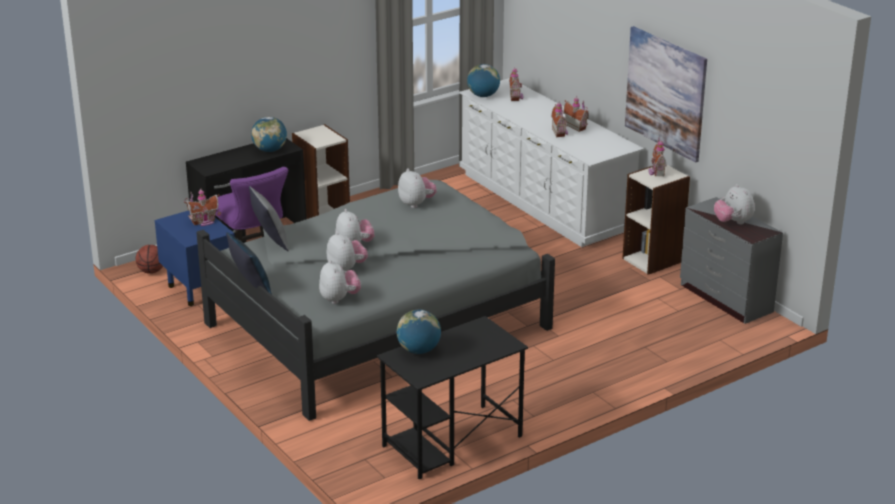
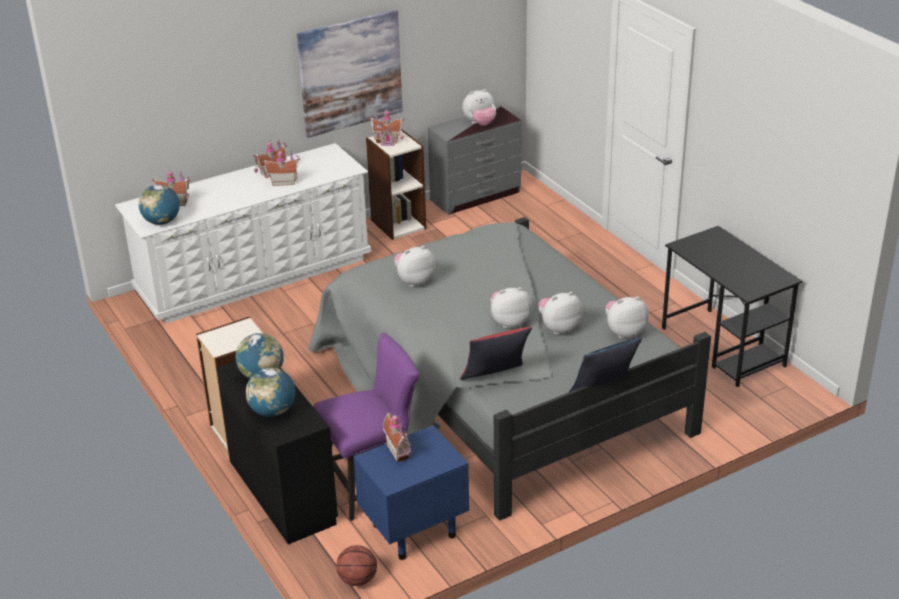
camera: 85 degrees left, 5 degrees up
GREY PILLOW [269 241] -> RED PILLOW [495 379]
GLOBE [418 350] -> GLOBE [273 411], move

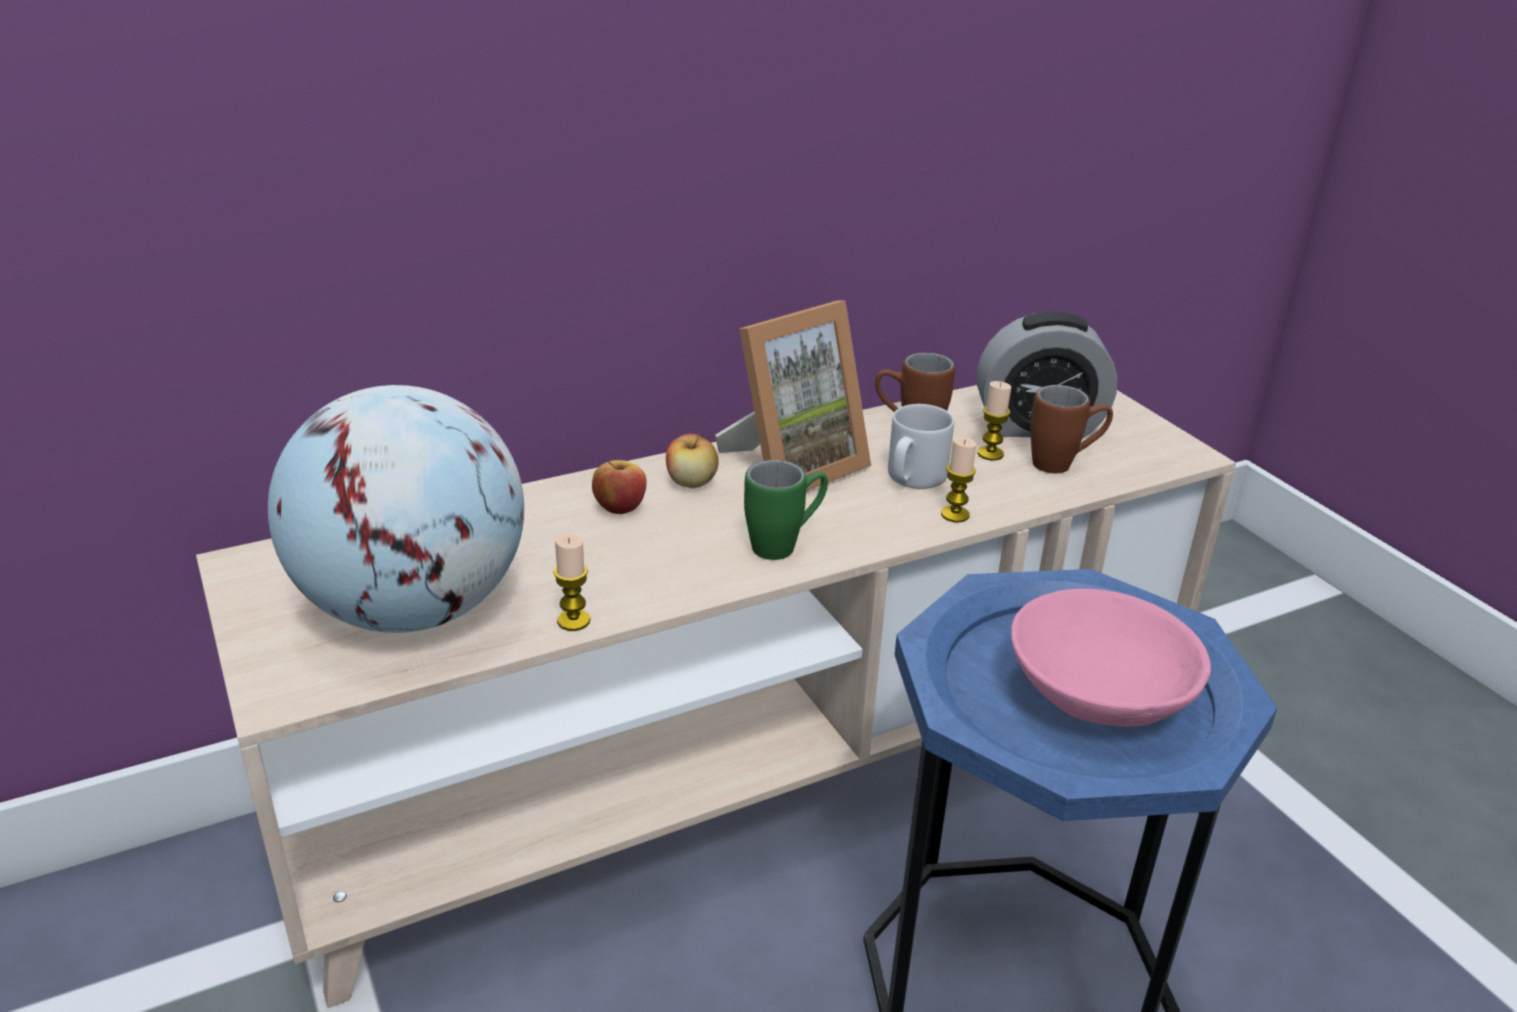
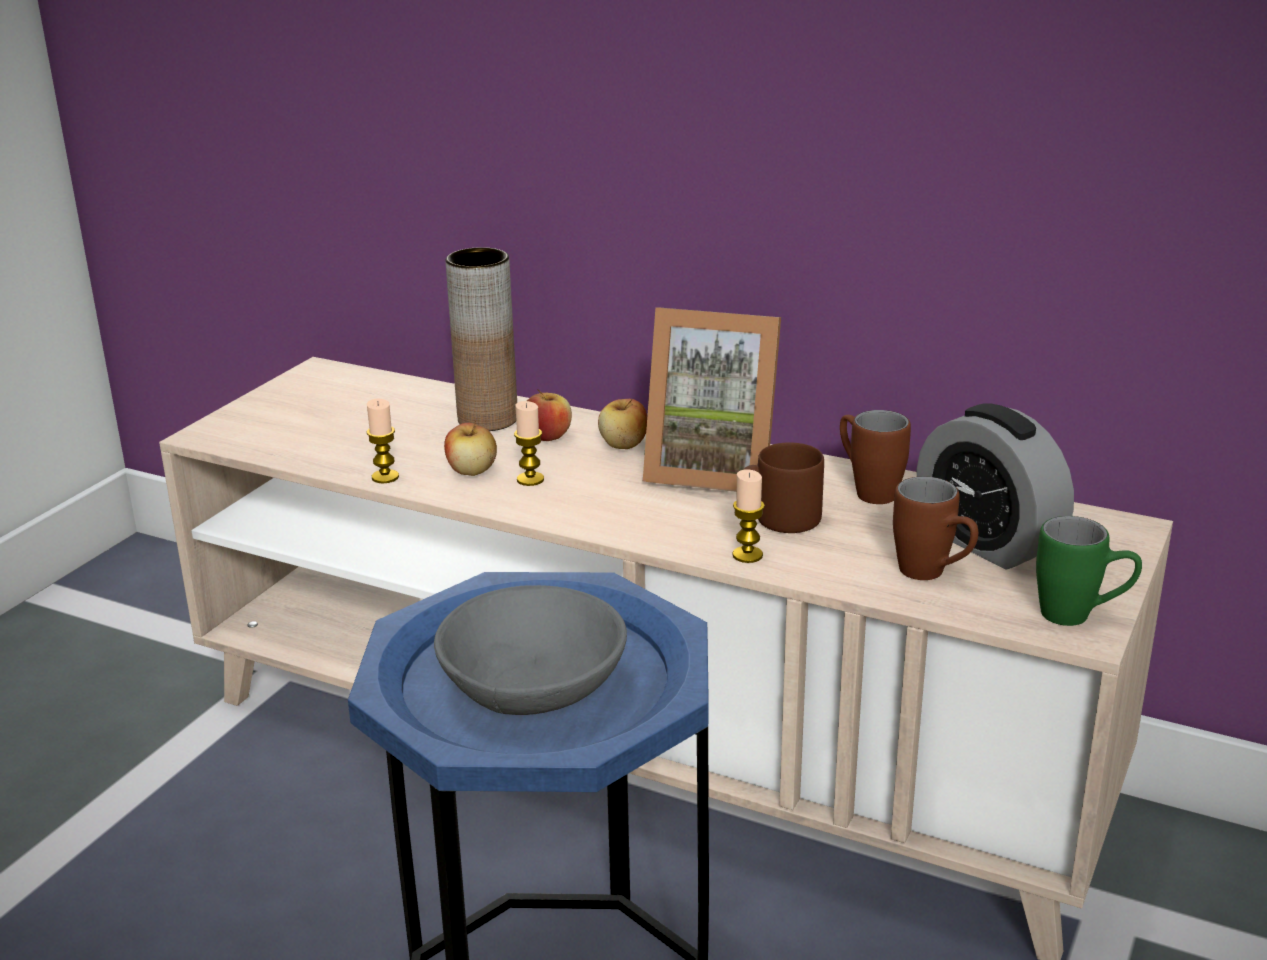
camera: 55 degrees right, 5 degrees down
CANDLE [990 454] -> CANDLE [530 479], move
GLOBE [414 609] -> none
GREY MUG [913 478] -> BROWN MUG [779 519]
GREEN MUG [785 544] -> GREEN MUG [1081 617], move
PINK BOWL [1097 697] -> GREY BOWL [532 691]
none -> BROWN VASE [487 419]
none -> APPLE [472 471]

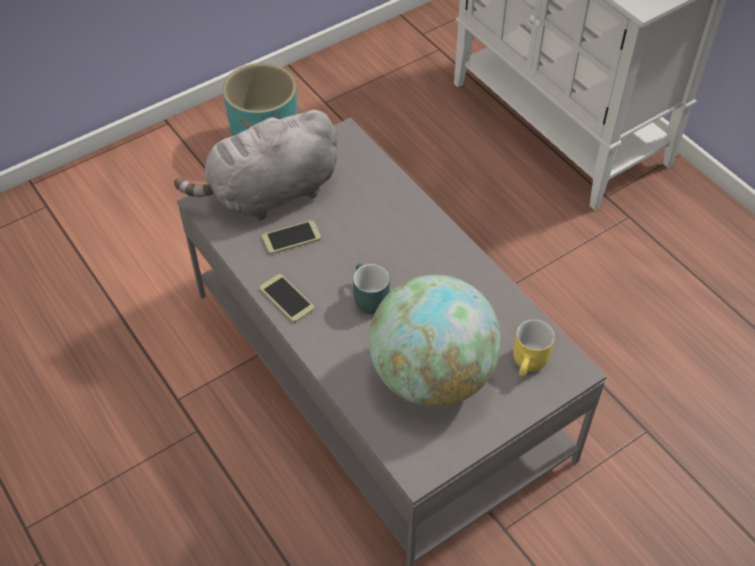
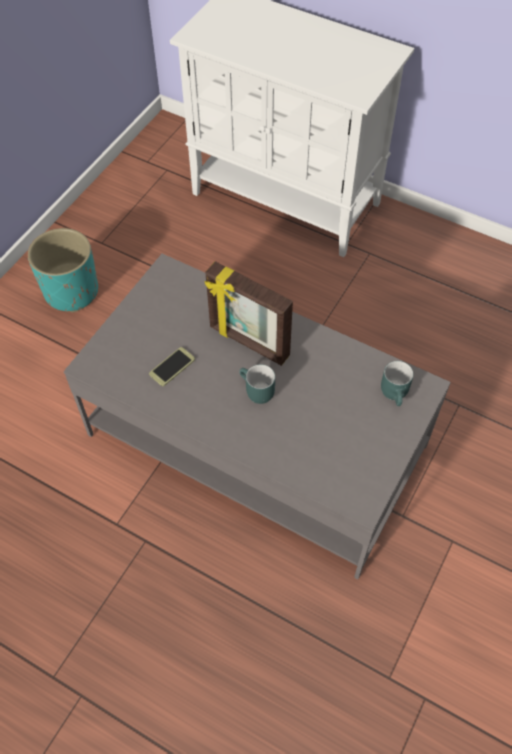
camera: 25 degrees left, 5 degrees up
GREY PLUSH TOY [269 194] -> none
PHONE [286 298] -> none
GLOBE [432 376] -> none
YELLOW MUG [531 364] -> TURQUOISE MUG [396 394]
none -> PICTURE FRAME [248 342]

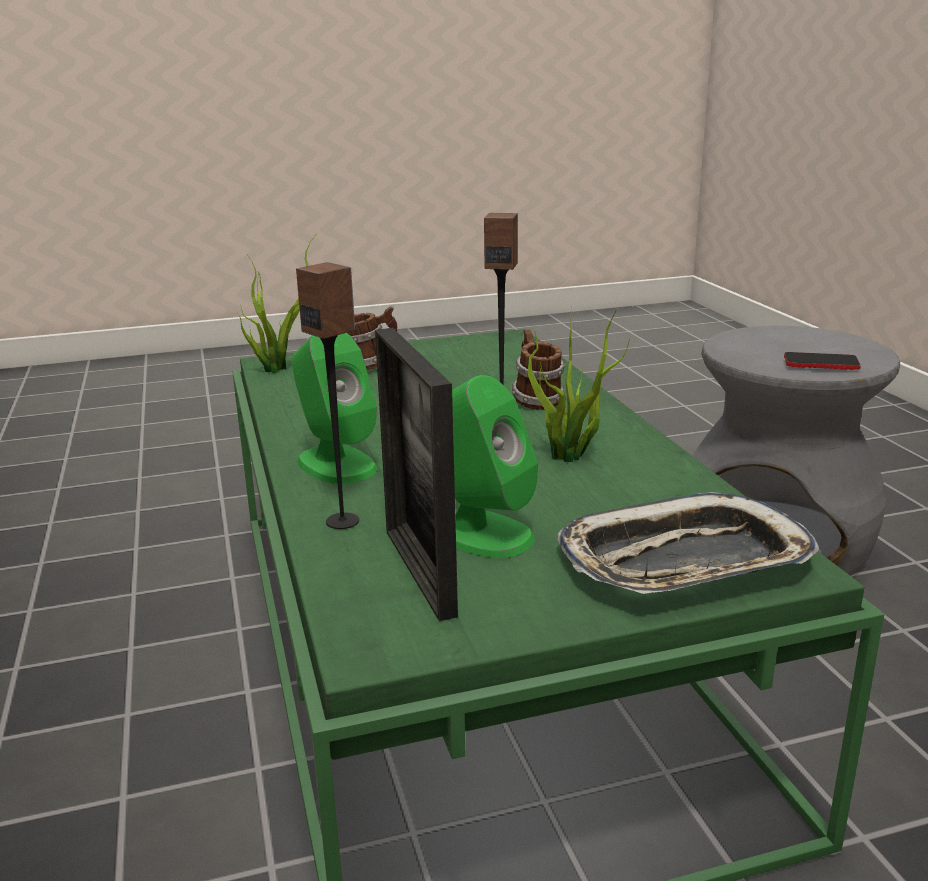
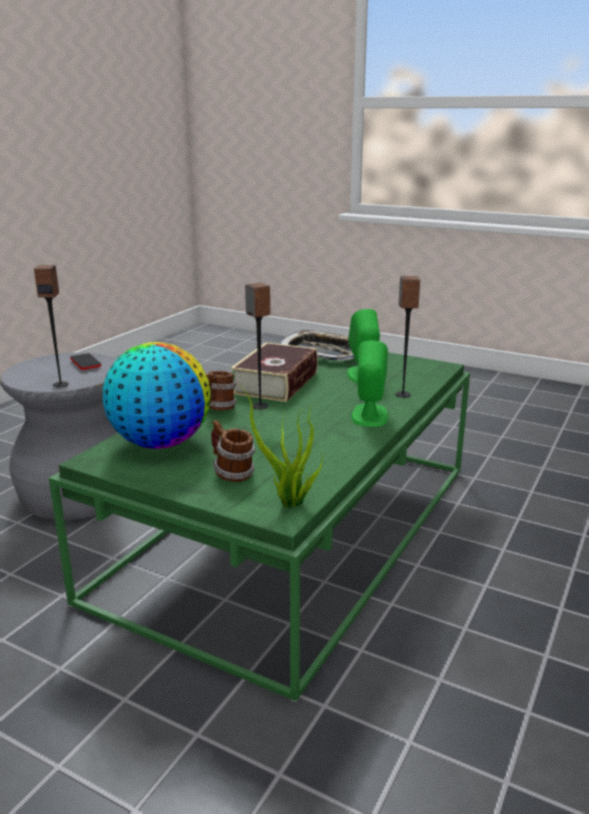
camera: 135 degrees left, 0 degrees up
POTTED PLANT [571 457] -> BOOK [276 383]
PICTURE FRAME [419 571] -> none
none -> SPEAKER [61 384]
none -> GLOBE [160 443]

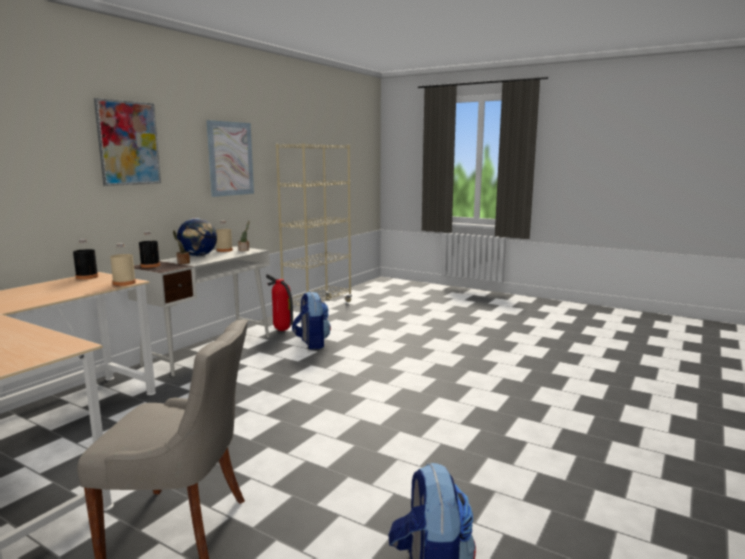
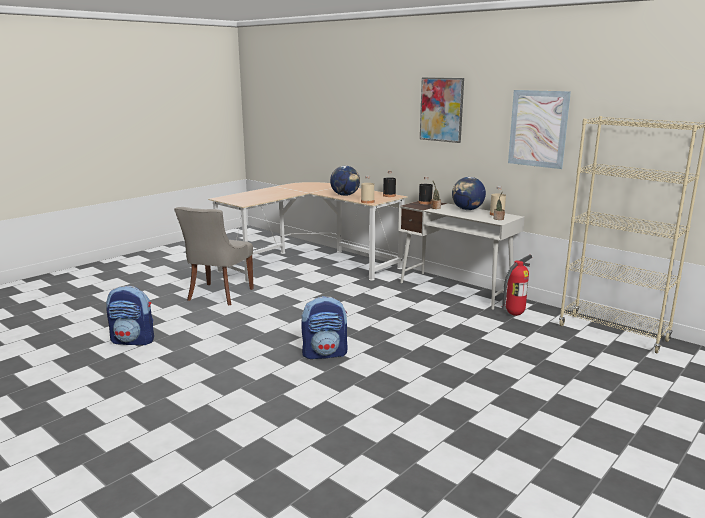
camera: 100 degrees right, 5 degrees up
BACKPACK [312 343] -> BACKPACK [325 353], move
none -> GLOBE [345 195]

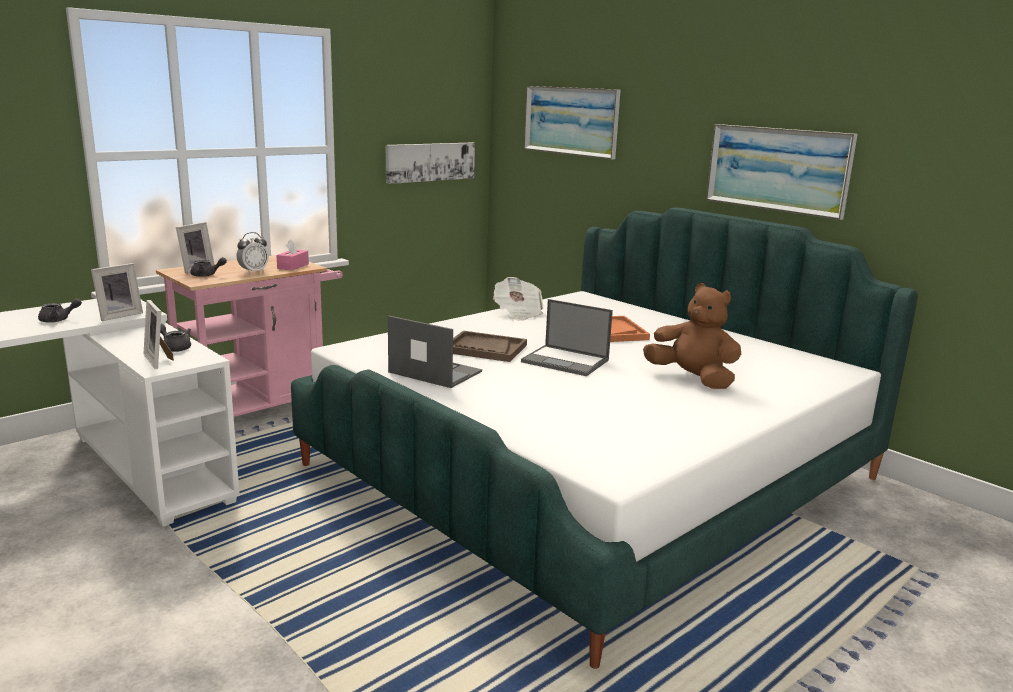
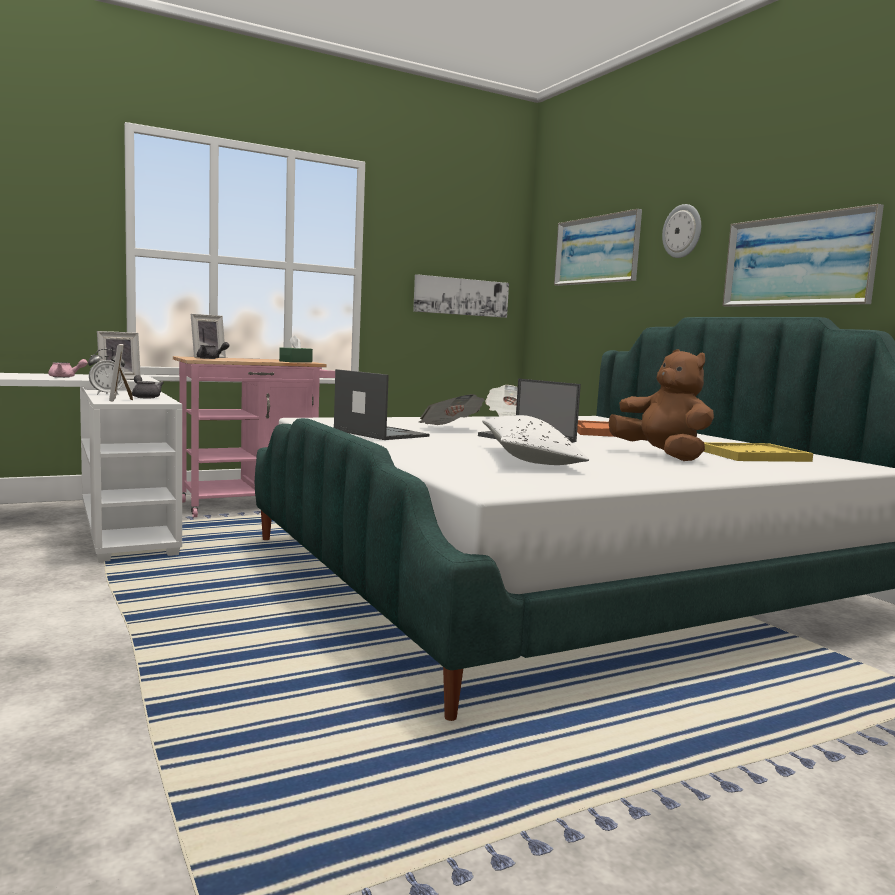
camera: 15 degrees right, 10 degrees down
ALARM CLOCK [253 271] -> ALARM CLOCK [107 394], move
PINK TISSUE BOX [293 266] -> GREEN TISSUE BOX [296 361]
GREY TEAPOT [58 320] -> PINK TEAPOT [65 377]
BROWN TRAY [485 349] -> NEWSPAPER [450 429]
none -> WALL CLOCK [682 231]
none -> WHITE PILLOW [529 458]
none -> YELLOW TRAY [753 455]

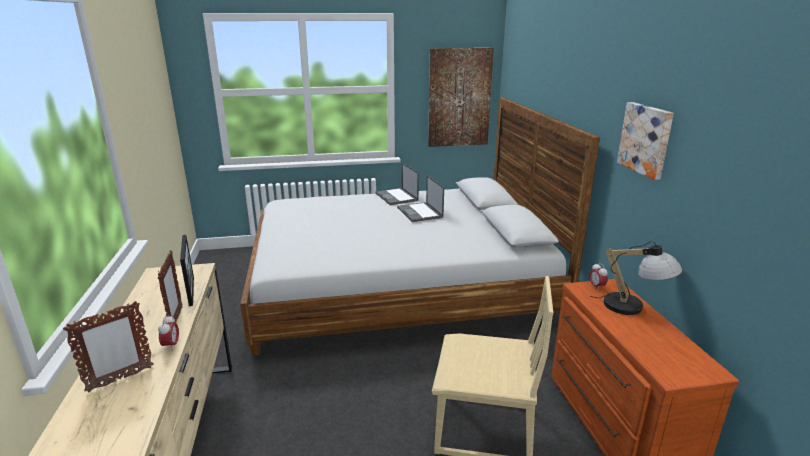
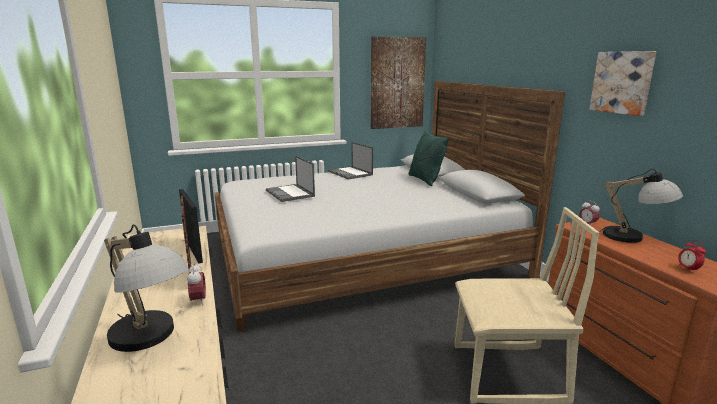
camera: 10 degrees left, 5 degrees down
LAPTOP [420 212] -> LAPTOP [290 193], move
PICTURE FRAME [120 379] -> TABLE LAMP [151 339]
none -> GREEN PILLOW [425 180]
none -> ALARM CLOCK [688 269]

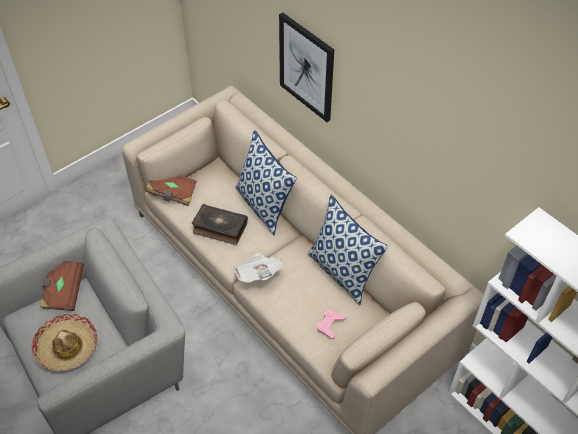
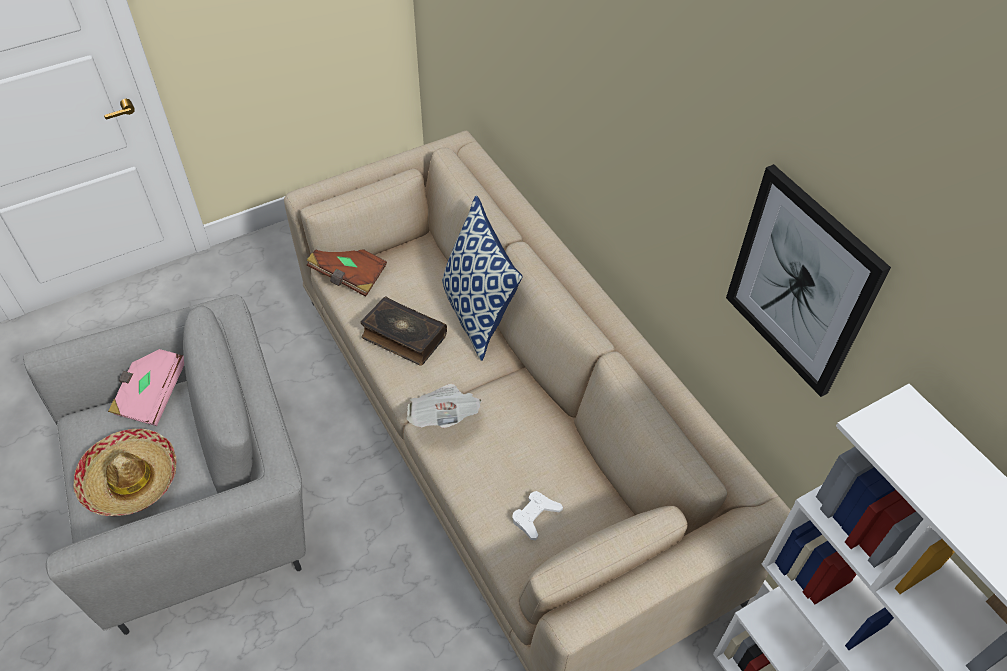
camera: 10 degrees right, 0 degrees up
PICTURE [307 67] -> PICTURE [801 282], move
PILLOW [343 272] -> none
BROWN BOOK [64 291] -> PINK BOOK [152 394]
PINK GAME CONTROLLER [330 325] -> WHITE GAME CONTROLLER [535 516]

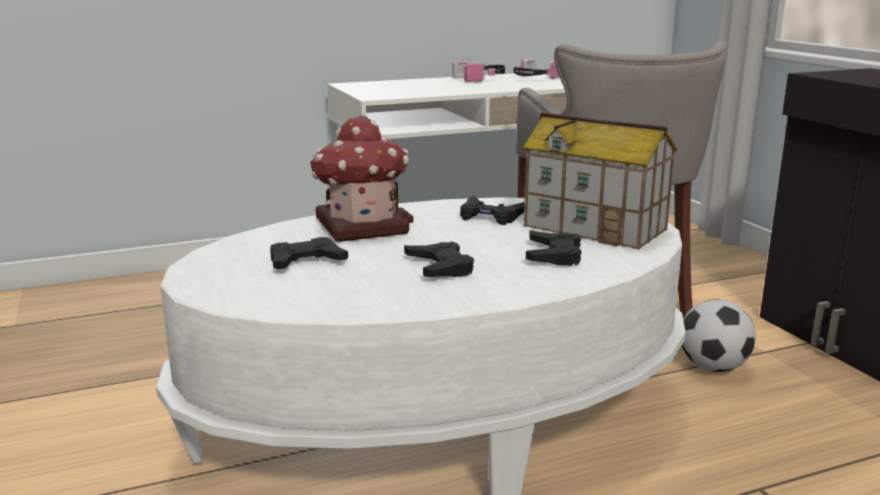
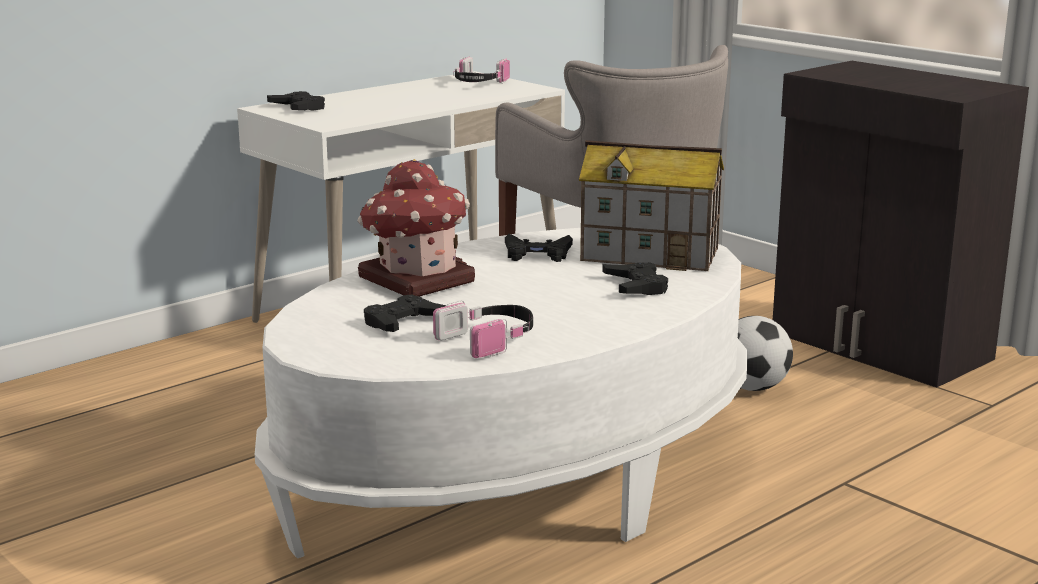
camera: 20 degrees left, 0 degrees up
HEADPHONES [480 79] -> HEADPHONES [490 340], move
BLACK GAME CONTROLLER [440 267] -> BLACK GAME CONTROLLER [298 108], move

